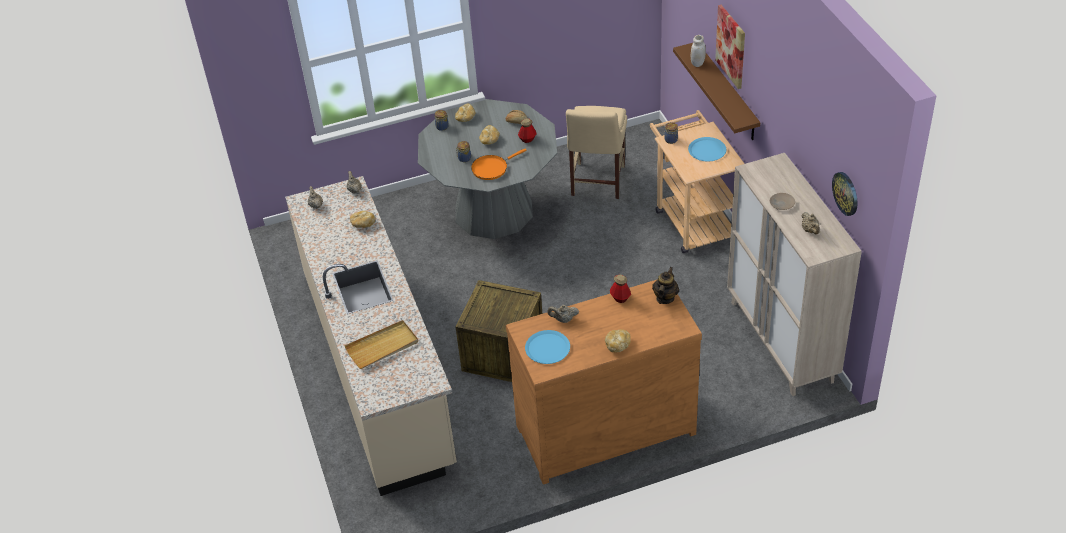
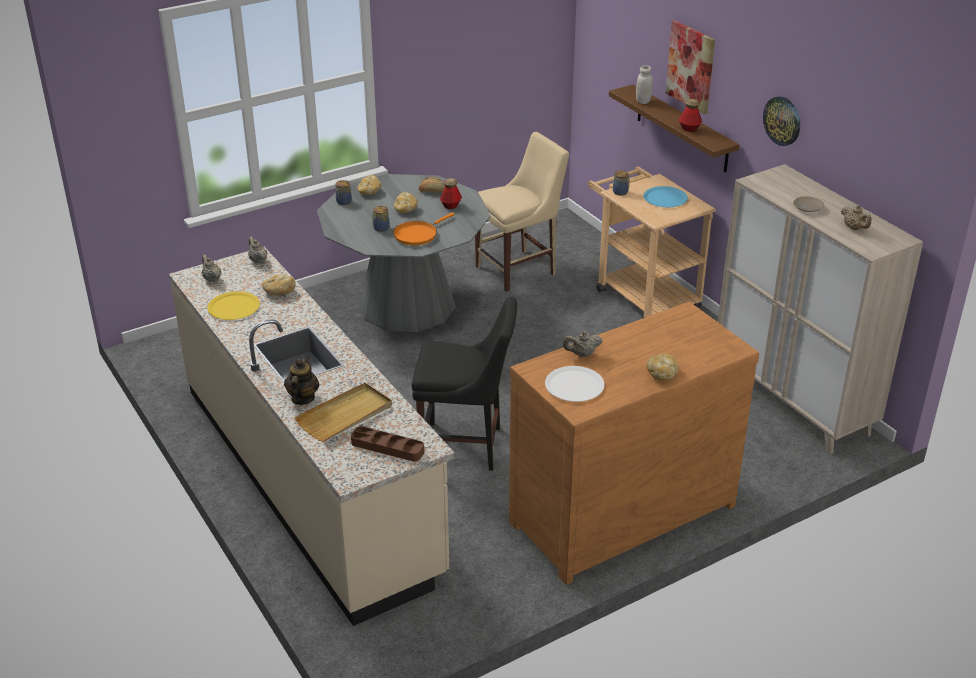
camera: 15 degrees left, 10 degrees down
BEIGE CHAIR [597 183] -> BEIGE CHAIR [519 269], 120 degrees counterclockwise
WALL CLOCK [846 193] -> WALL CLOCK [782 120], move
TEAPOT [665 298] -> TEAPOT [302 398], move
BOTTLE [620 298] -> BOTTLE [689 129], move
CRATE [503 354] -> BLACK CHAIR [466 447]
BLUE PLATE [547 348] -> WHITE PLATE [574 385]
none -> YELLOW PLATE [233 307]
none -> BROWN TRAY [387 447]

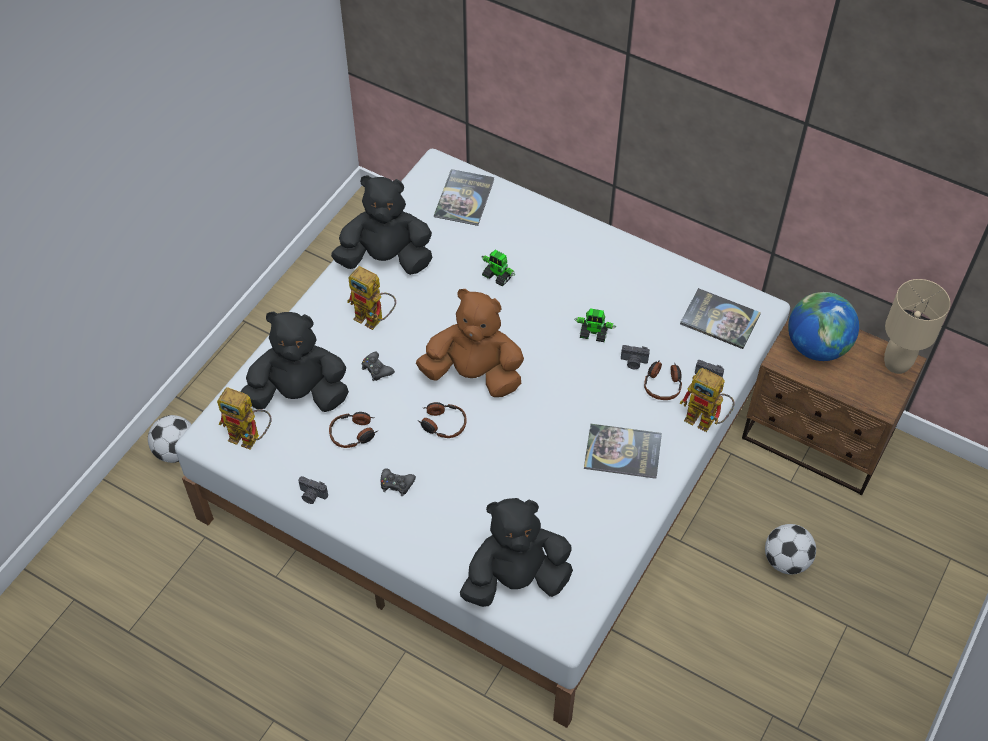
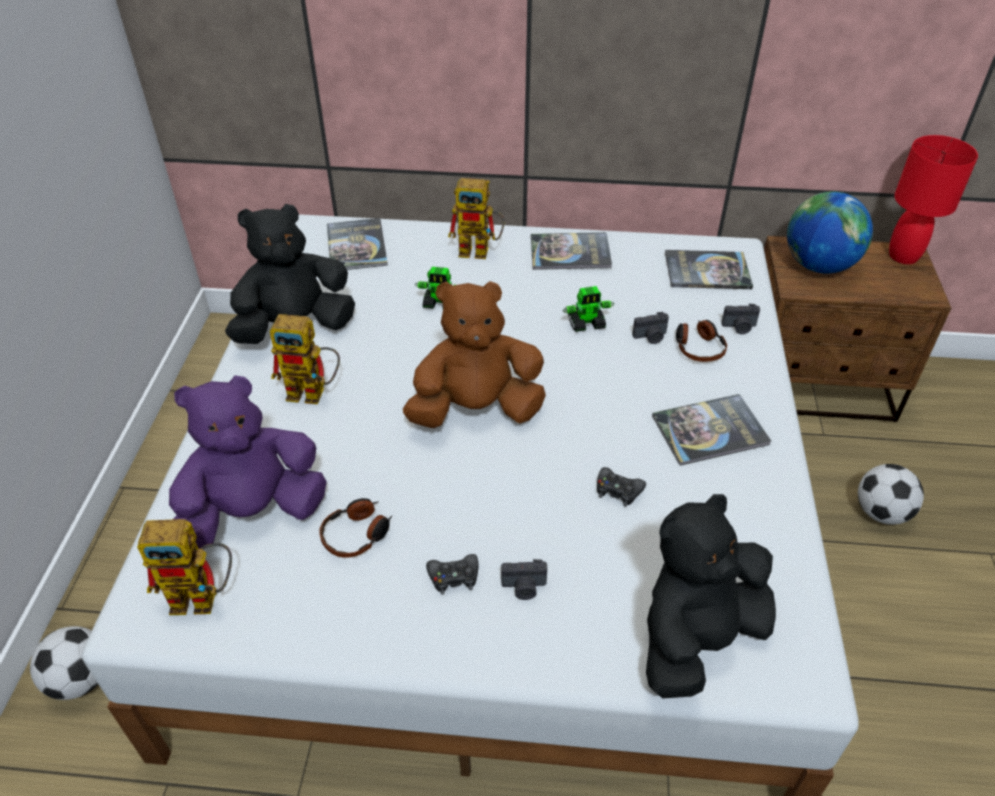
camera: 25 degrees left, 10 degrees down
BEIGE TABLE LAMP [896 363] -> RED TABLE LAMP [903 256]
BLACK PLUSH TOY [299 394] -> PURPLE PLUSH TOY [253 512]
BLACK GAME CONTROLLER [376 369] -> BLACK GAME CONTROLLER [618 490], move
TOY ROBOT [706 420] -> TOY ROBOT [480 250], move
HEADPHONES [442 424] -> none
PHOTO CAMERA [312 496] -> PHOTO CAMERA [524 588], move
none -> BOOK [570 252]

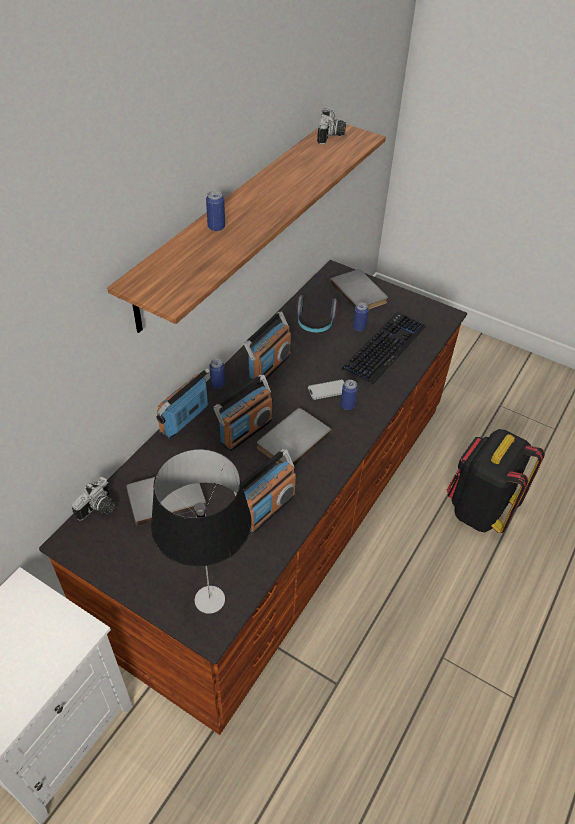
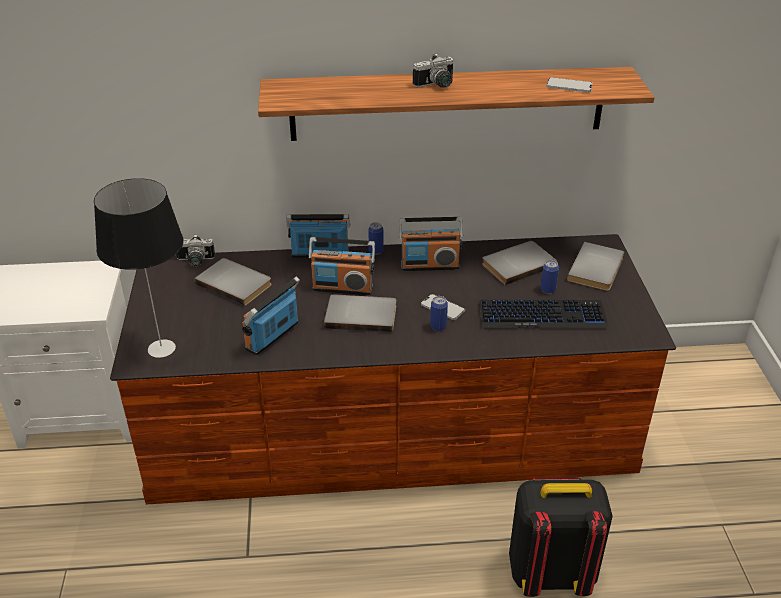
camera: 55 degrees right, 10 degrees down
PHOTO CAMERA [331 136] -> PHOTO CAMERA [436 85], move
CAN [216 227] -> none
HEADPHONES [315 323] -> GREY BOOK [517 264]
RADIO [267 509] -> RADIO [273 336], 120 degrees clockwise
none -> PHONE [569 86]

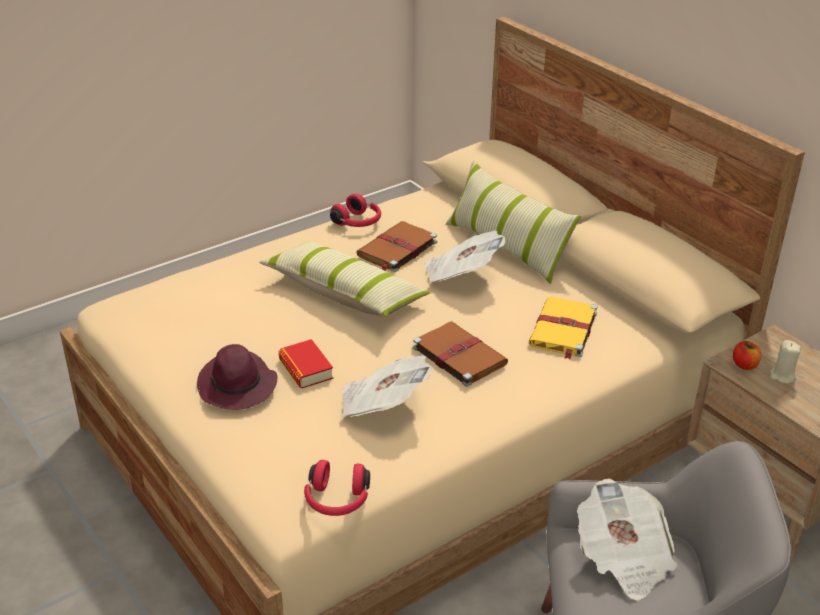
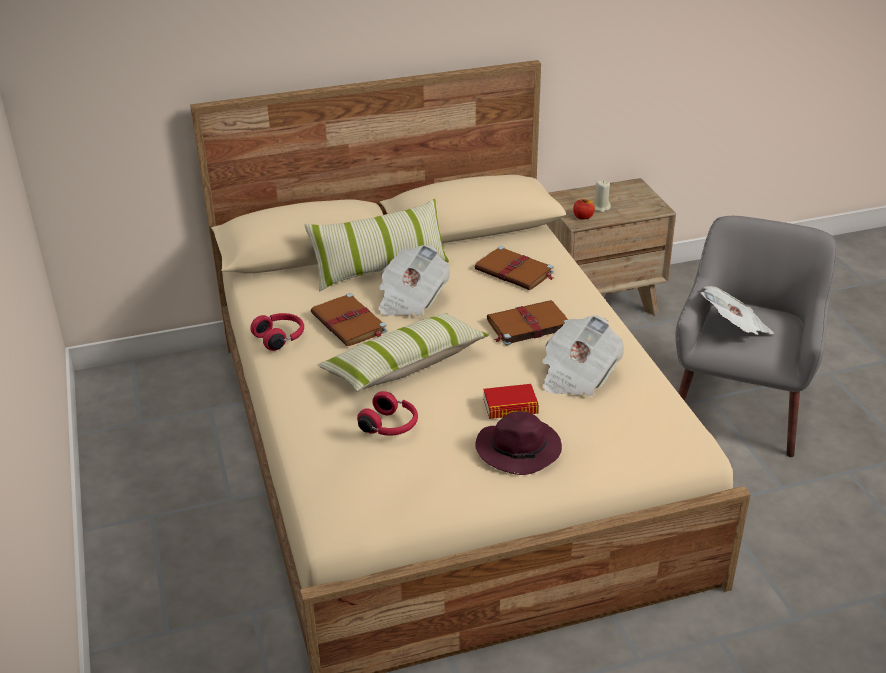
camera: 70 degrees left, 0 degrees up
YELLOW BOOK [563 330] -> BROWN BOOK [515 272]
RED HEADPHONES [337 501] -> RED HEADPHONES [390 426], move

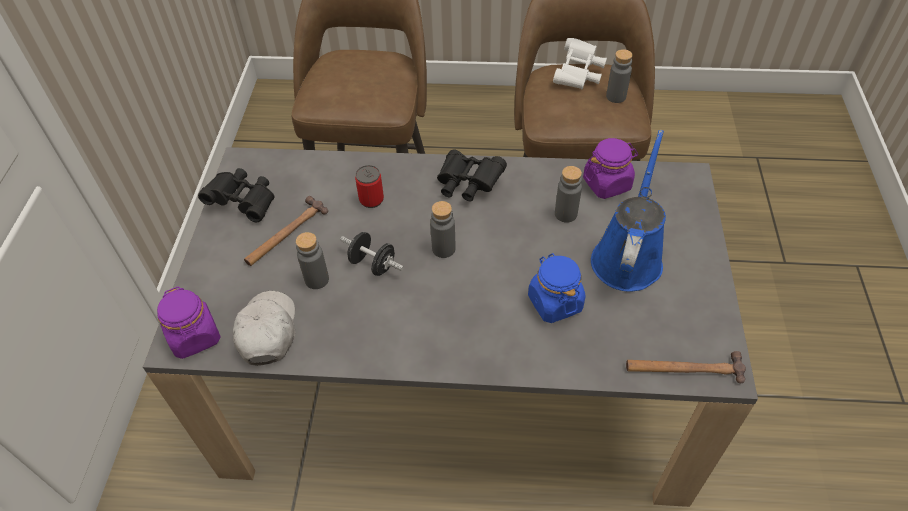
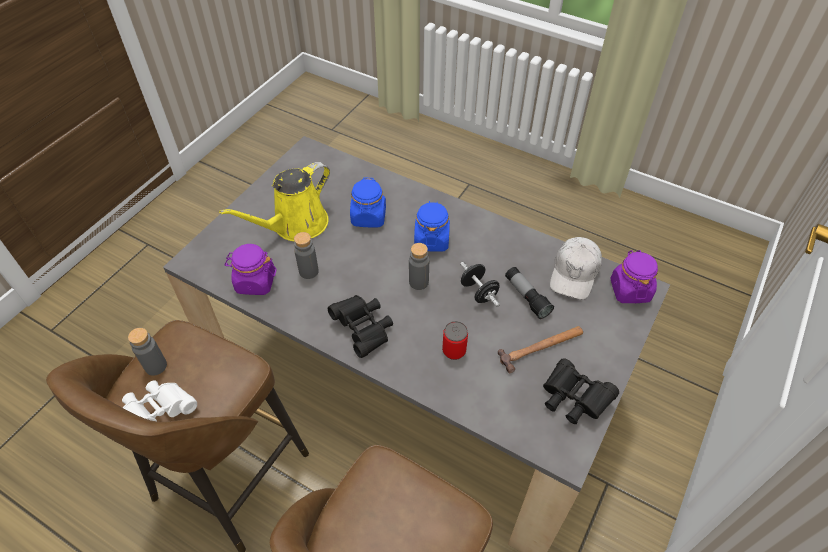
camera: 155 degrees left, 0 degrees up
BLUE WATERING CAN [628 256] -> YELLOW WATERING CAN [295 225]
GREY BOTTLE [317 279] -> FLASHLIGHT [526 297]
HAMMER [684 368] -> none
none -> BLUE JAR [431 240]

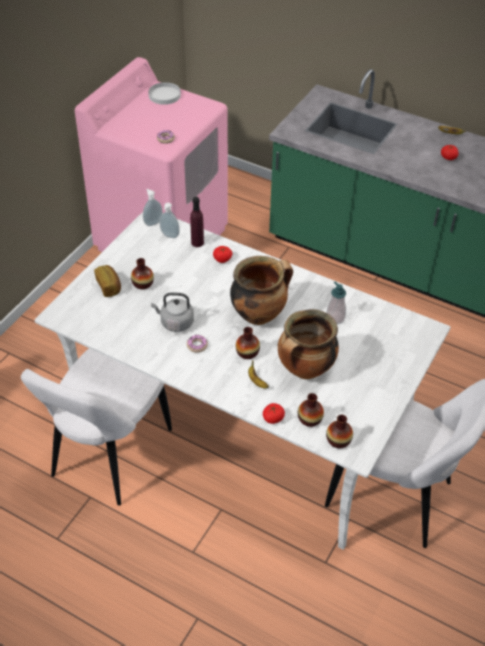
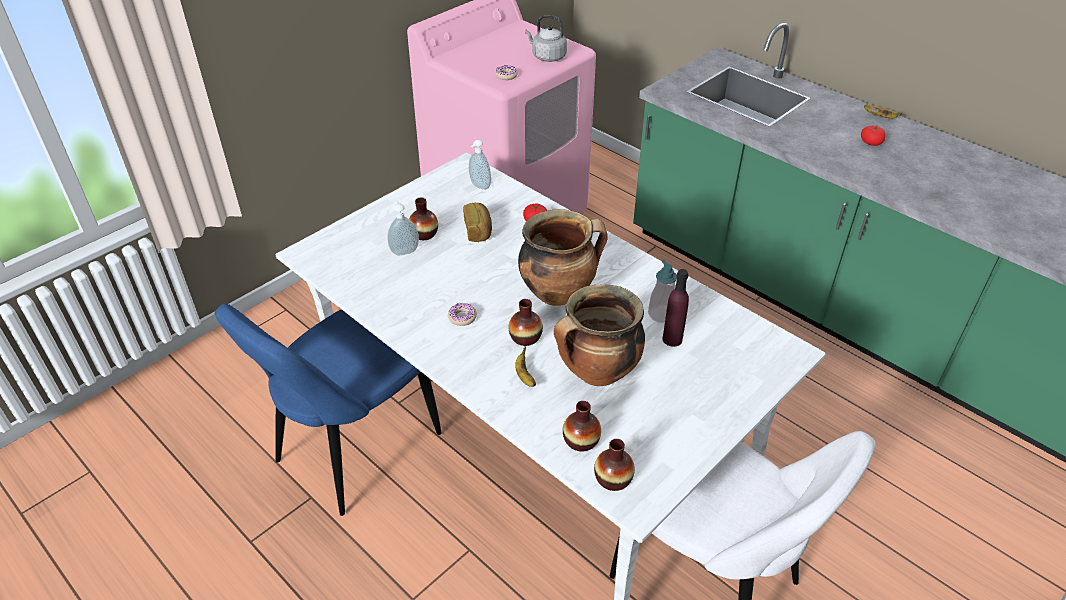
camera: 15 degrees right, 5 degrees down
WHITE PLATE [164 95] -> none
SOAP DISPENSER [152 222] -> SOAP DISPENSER [404 251], move
PURPLE BOTTLE [197 243] -> PURPLE BOTTLE [672 339], move
BREAD [109 286] -> BREAD [478 230], move
GREY KETTLE [175 322] -> GREY KETTLE [547 56], move
WHITE CHAIR [108 457] -> BLUE CHAIR [352 452]
TOMATO [273 418] -> none

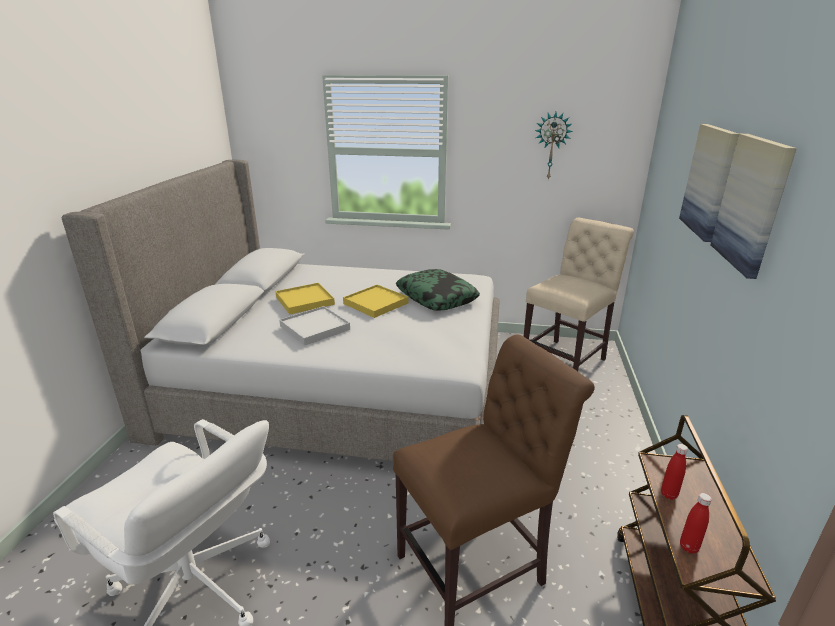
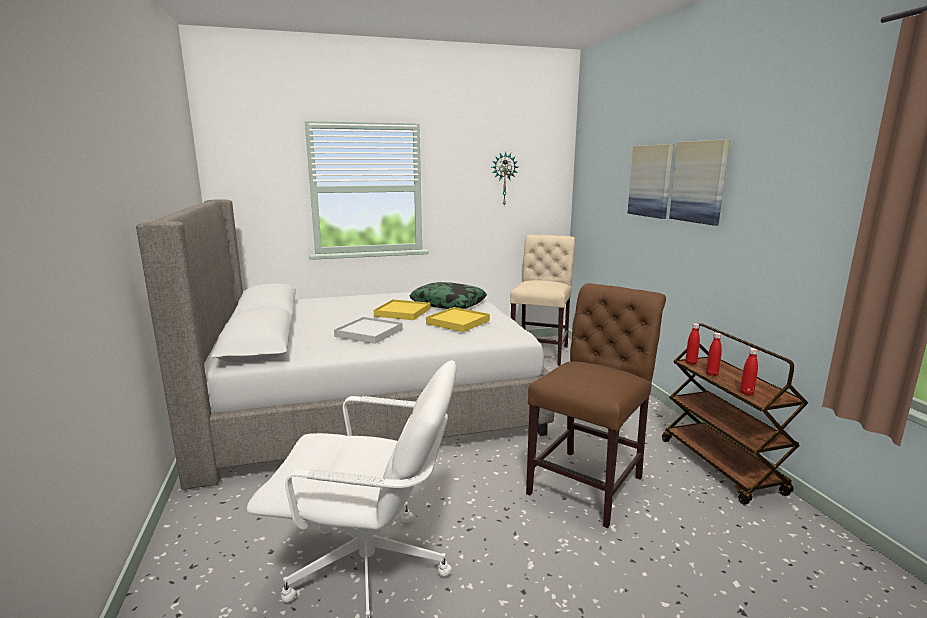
camera: 25 degrees left, 10 degrees down
YELLOW TRAY [304 301] -> YELLOW TRAY [458 322], move
none -> RED BOTTLE [691 363]

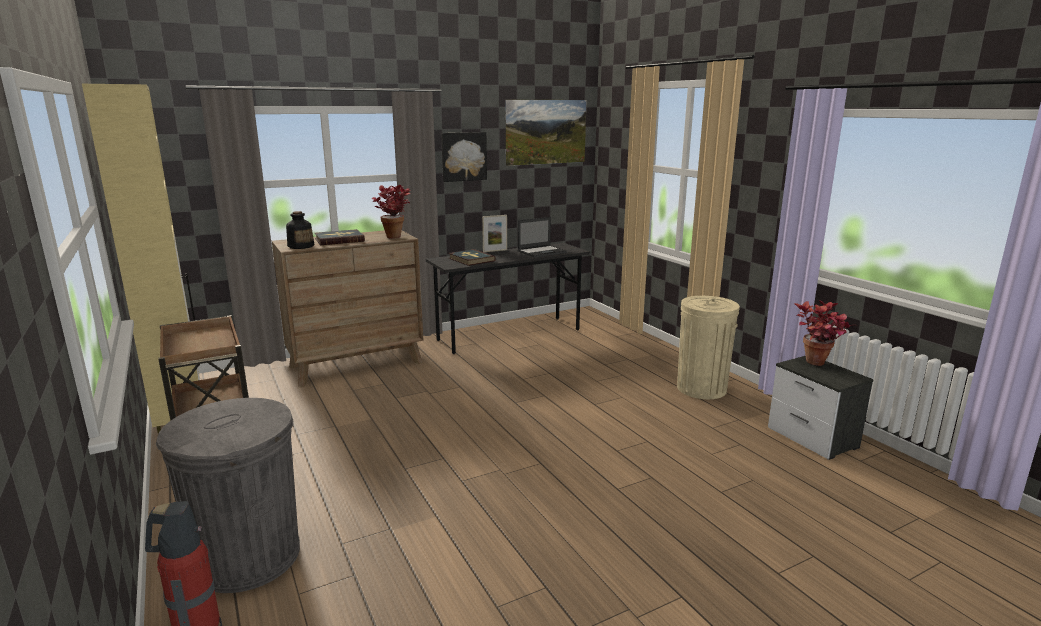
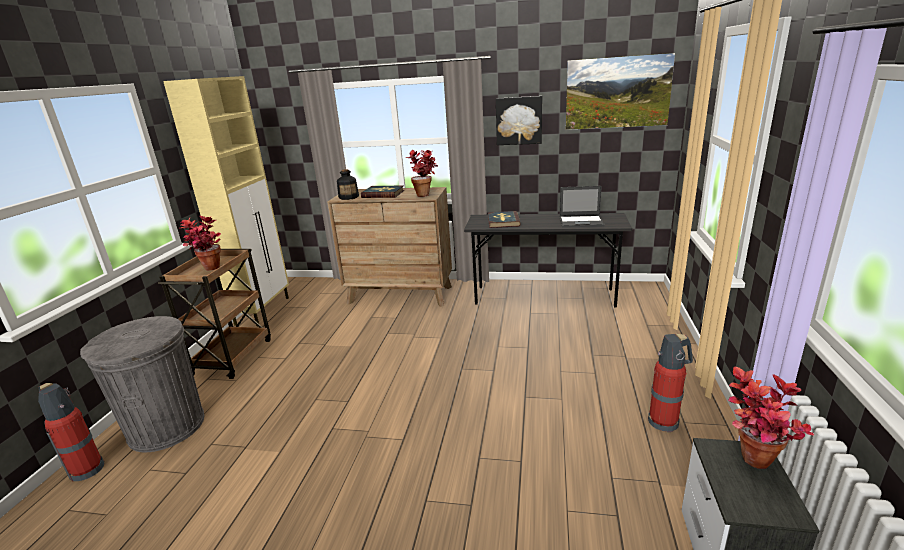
camera: 40 degrees right, 5 degrees up
PICTURE FRAME [495 251] -> none
BEIGE TRASH CAN [701 388] -> FIRE EXTINGUISHER [664 422]
none -> POTTED PLANT [210 270]

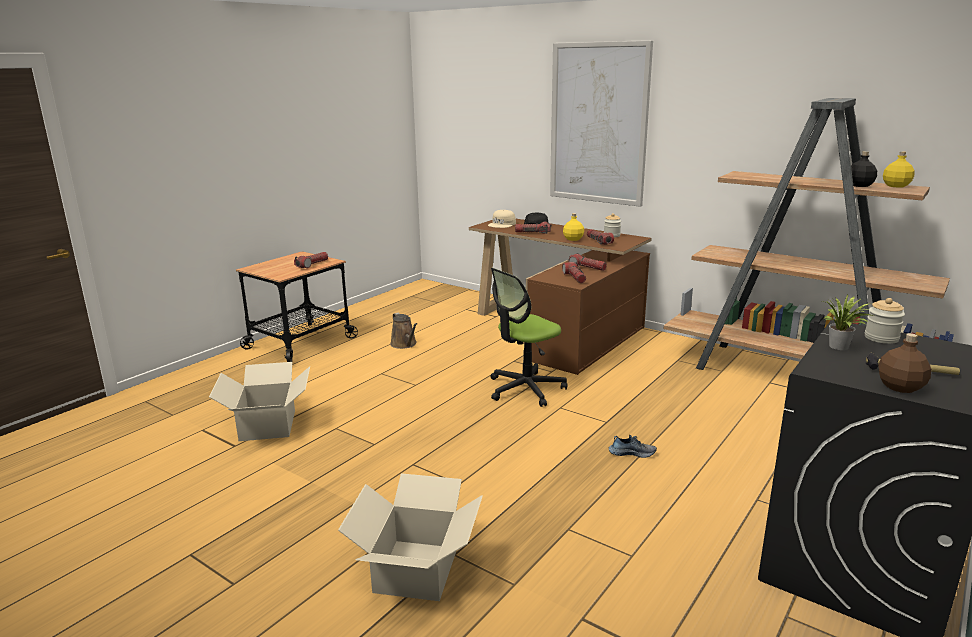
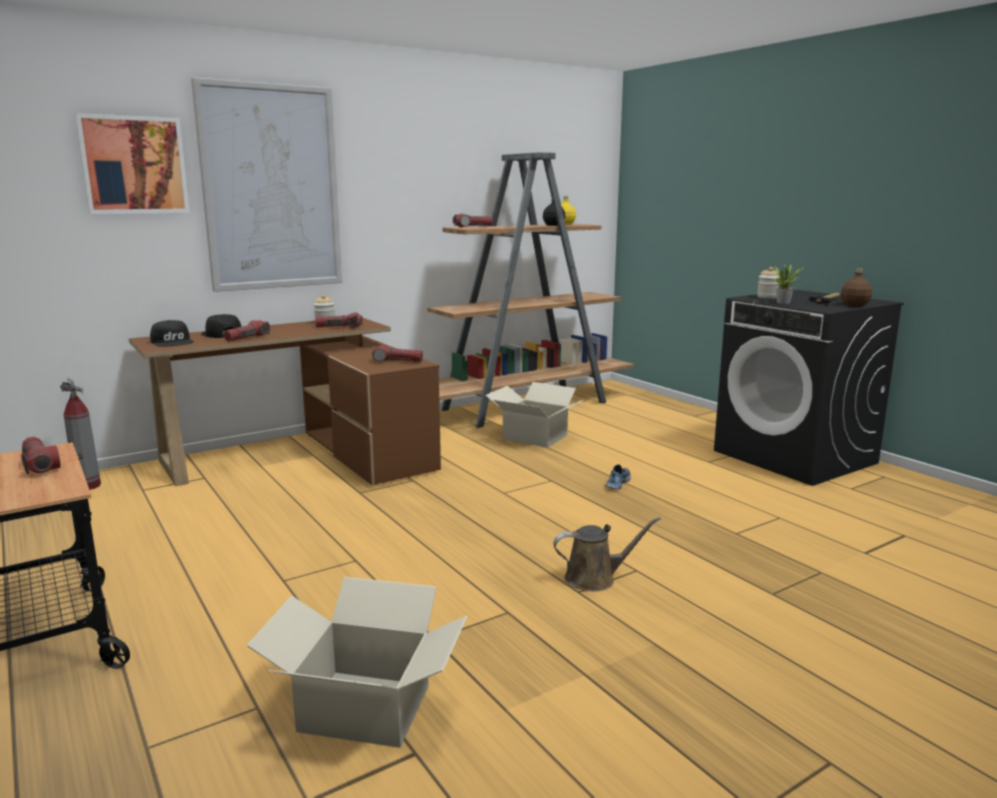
camera: 70 degrees left, 5 degrees down
BEIGE CAP [502 224] -> BLACK CAP [173 342]
YELLOW BOTTLE [573 239] -> none
FLASHLIGHT [587 268] -> FLASHLIGHT [473 227], move
OFFICE CHAIR [525 389] -> none
BROWN WATERING CAN [404 344] -> BROWN WATERING CAN [595 578], move
CARDBOARD BOX [415 570] -> CARDBOARD BOX [535 437], move
none -> PICTURE [134 165]
none -> FIRE EXTINGUISHER [88 486]

